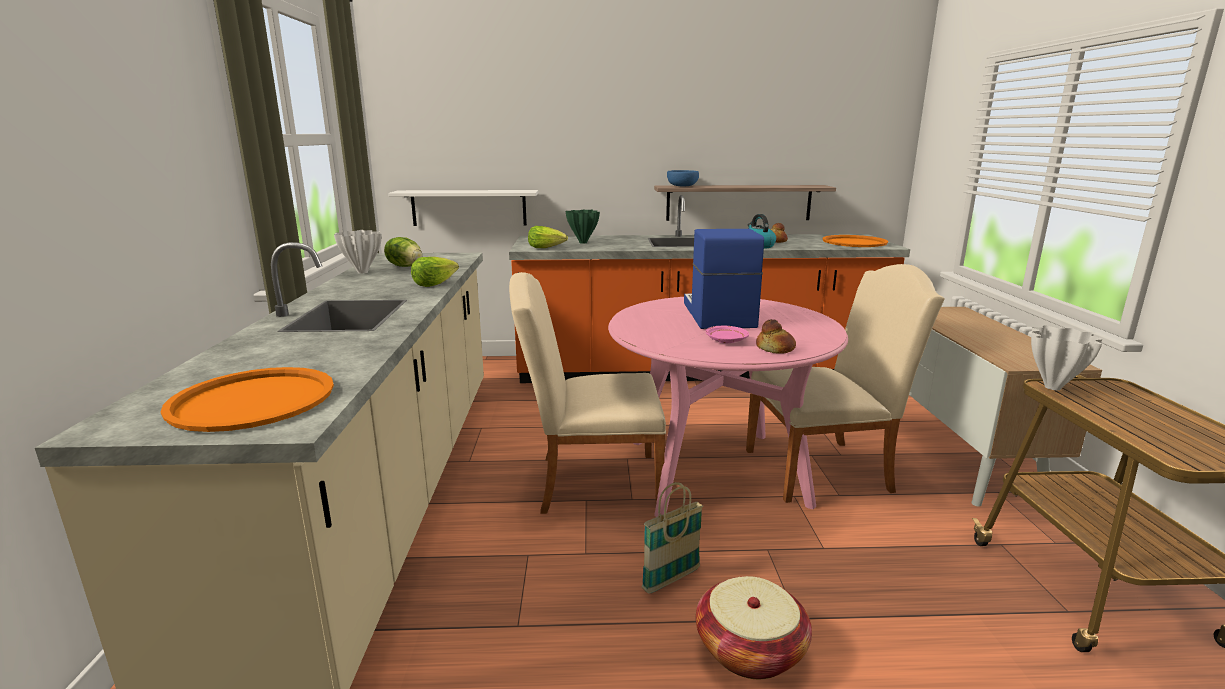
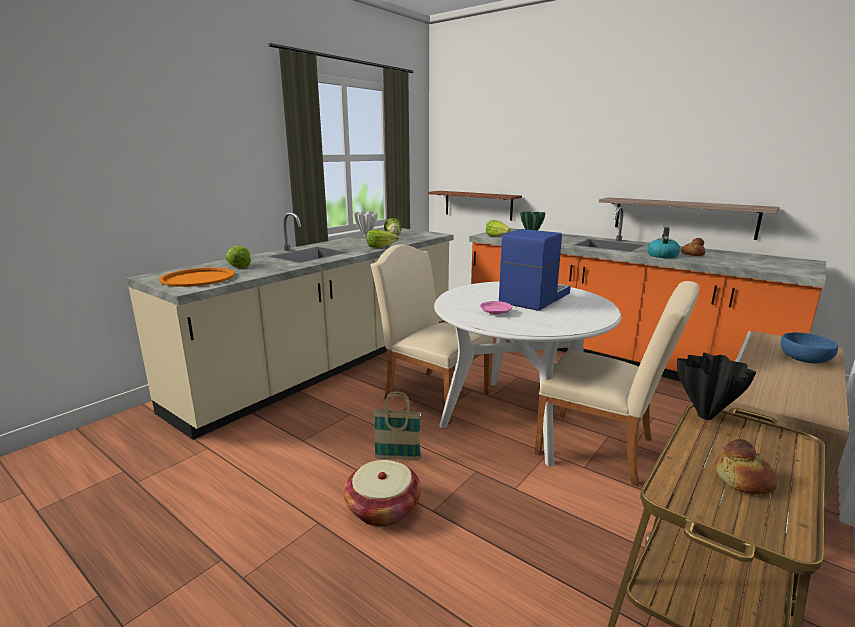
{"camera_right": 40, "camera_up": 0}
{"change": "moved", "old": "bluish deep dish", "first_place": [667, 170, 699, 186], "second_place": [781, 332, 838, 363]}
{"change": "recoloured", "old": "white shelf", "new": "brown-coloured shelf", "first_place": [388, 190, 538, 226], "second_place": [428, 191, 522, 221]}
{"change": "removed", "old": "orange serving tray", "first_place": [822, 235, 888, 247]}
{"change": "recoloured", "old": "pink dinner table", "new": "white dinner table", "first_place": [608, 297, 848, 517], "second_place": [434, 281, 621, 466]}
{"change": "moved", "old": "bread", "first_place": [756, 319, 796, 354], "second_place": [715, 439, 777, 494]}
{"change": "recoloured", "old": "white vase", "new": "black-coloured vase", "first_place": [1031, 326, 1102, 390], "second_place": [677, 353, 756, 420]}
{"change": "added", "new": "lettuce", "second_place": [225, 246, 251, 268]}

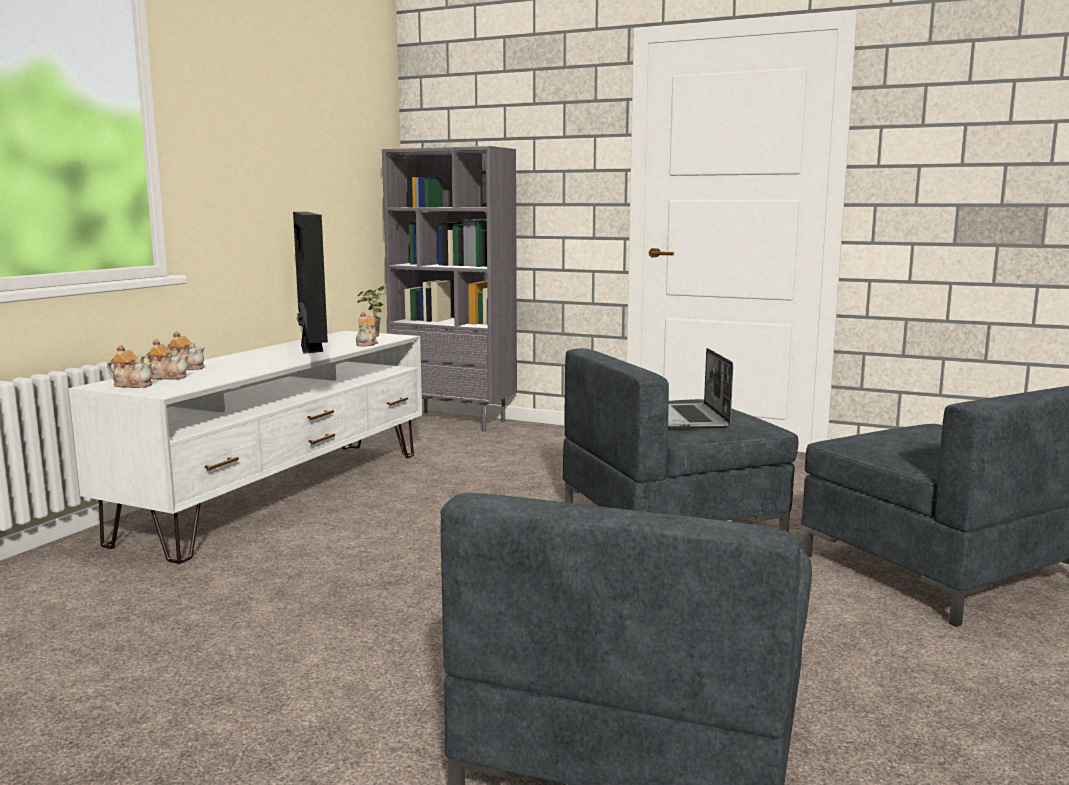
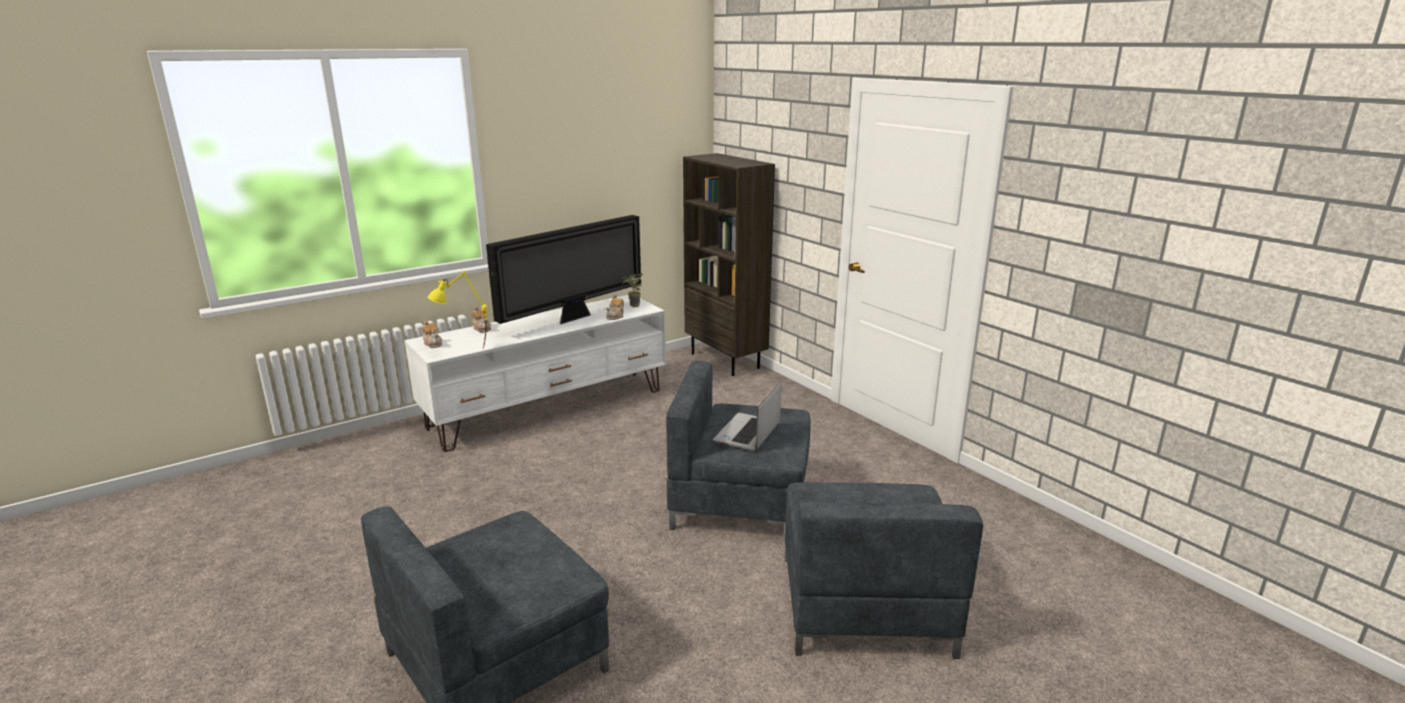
{"camera_right": 30, "camera_up": 10}
{"change": "recoloured", "old": "gray bookshelf", "new": "brown-coloured bookshelf", "first_place": [382, 146, 517, 431], "second_place": [683, 153, 775, 376]}
{"change": "turned", "old": "TV", "first_place": [293, 212, 328, 354], "second_place": [486, 215, 641, 324], "degrees": -150}
{"change": "removed", "old": "teapot", "first_place": [140, 339, 189, 380]}
{"change": "added", "new": "yellowish table lamp", "second_place": [427, 271, 488, 349]}

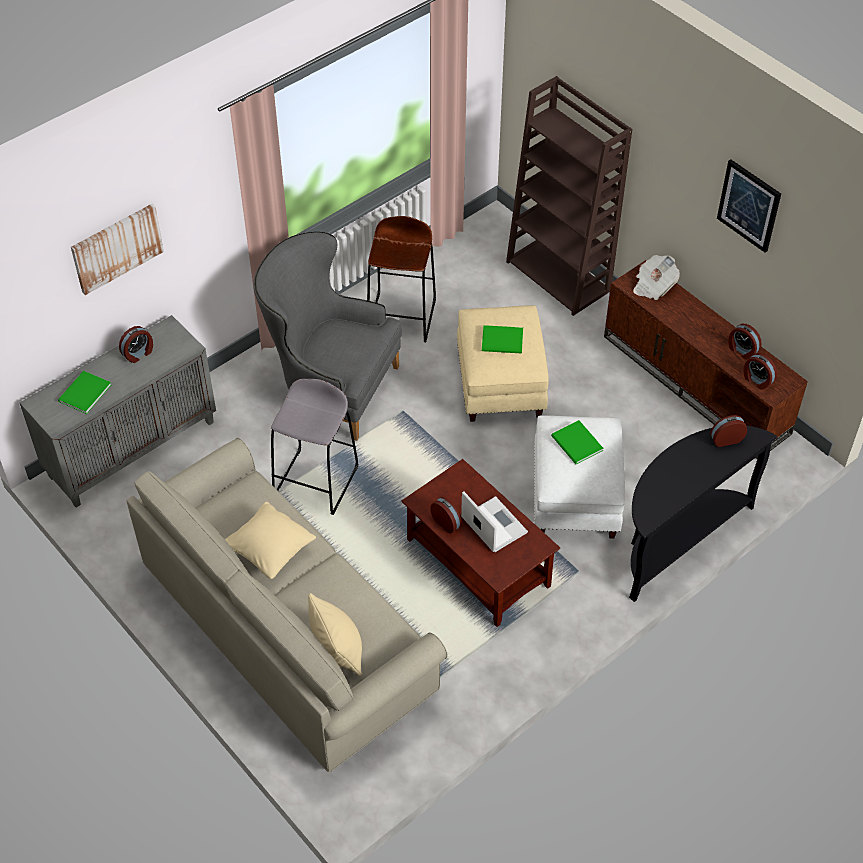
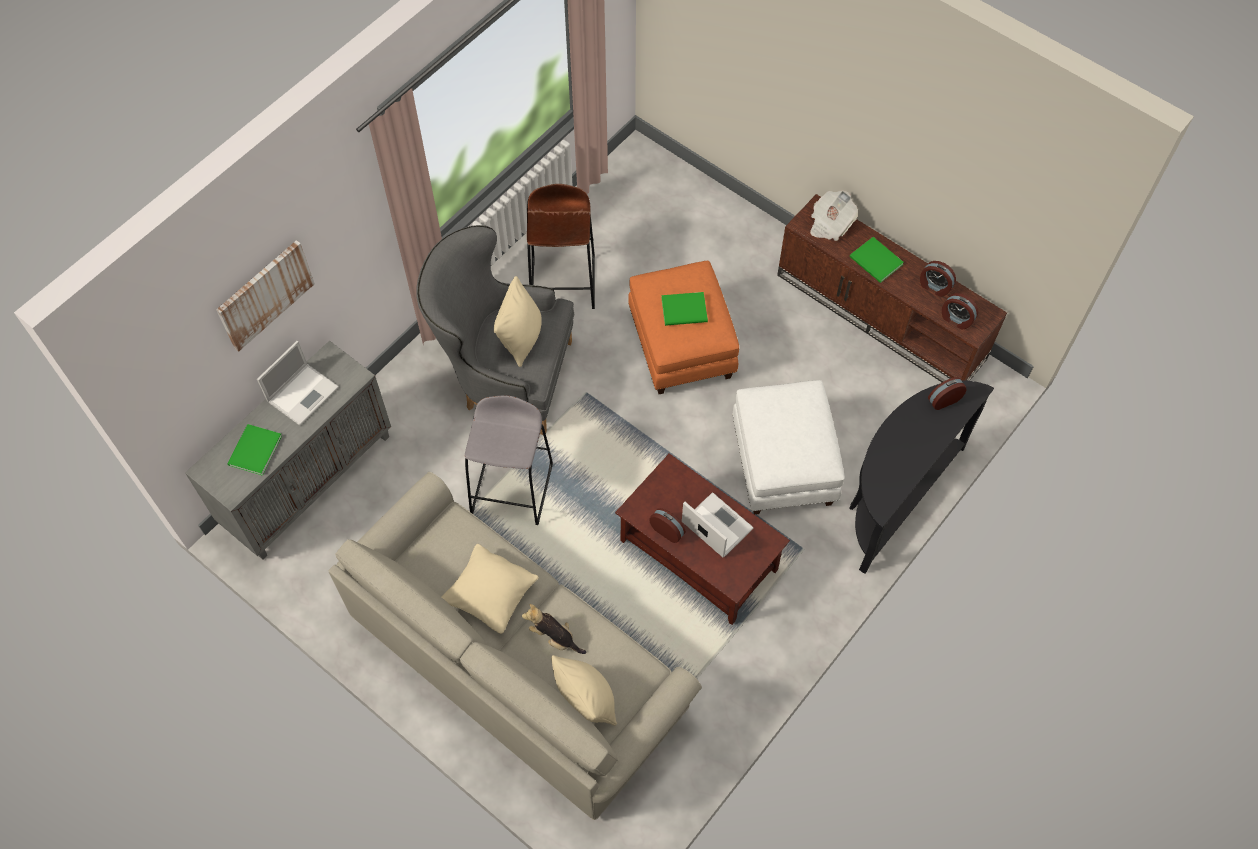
{"camera_right": -10, "camera_up": 10}
{"change": "removed", "old": "brown-coloured bookshelf", "first_place": [506, 76, 632, 316]}
{"change": "removed", "old": "wall picture", "first_place": [717, 159, 781, 253]}
{"change": "recoloured", "old": "sand-coloured footrest", "new": "orange footrest", "first_place": [457, 305, 549, 422], "second_place": [628, 261, 739, 394]}
{"change": "replaced", "old": "bedside clock", "new": "laptop", "first_place": [119, 326, 153, 363], "second_place": [257, 341, 339, 426]}
{"change": "moved", "old": "green bound book", "first_place": [551, 420, 603, 464], "second_place": [850, 237, 904, 283]}
{"change": "added", "new": "sand-coloured throw pillow", "second_place": [494, 276, 542, 367]}
{"change": "added", "new": "soft toy", "second_place": [522, 604, 586, 654]}

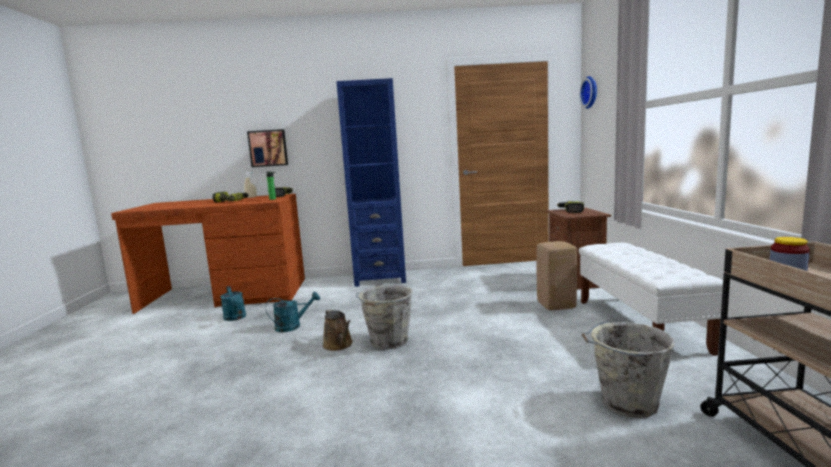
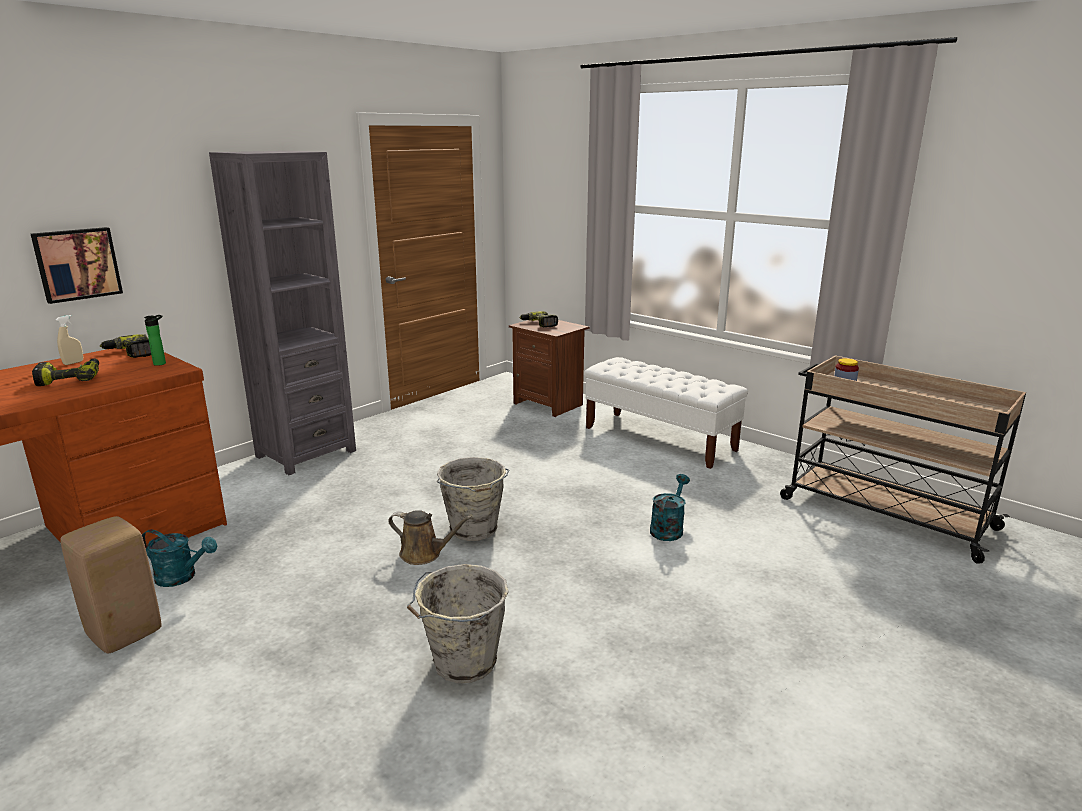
{"camera_right": -45, "camera_up": 10}
{"change": "removed", "old": "hanging clock", "first_place": [580, 76, 597, 109]}
{"change": "recoloured", "old": "bluish bookshelf", "new": "gray bookshelf", "first_place": [336, 78, 406, 287], "second_place": [209, 151, 356, 475]}
{"change": "moved", "old": "sand-coloured stool seat", "first_place": [537, 241, 577, 310], "second_place": [61, 516, 161, 654]}
{"change": "moved", "old": "turquoise watering can", "first_place": [266, 292, 320, 332], "second_place": [650, 474, 690, 541]}
{"change": "moved", "old": "gray bucket", "first_place": [582, 321, 676, 418], "second_place": [407, 564, 508, 683]}

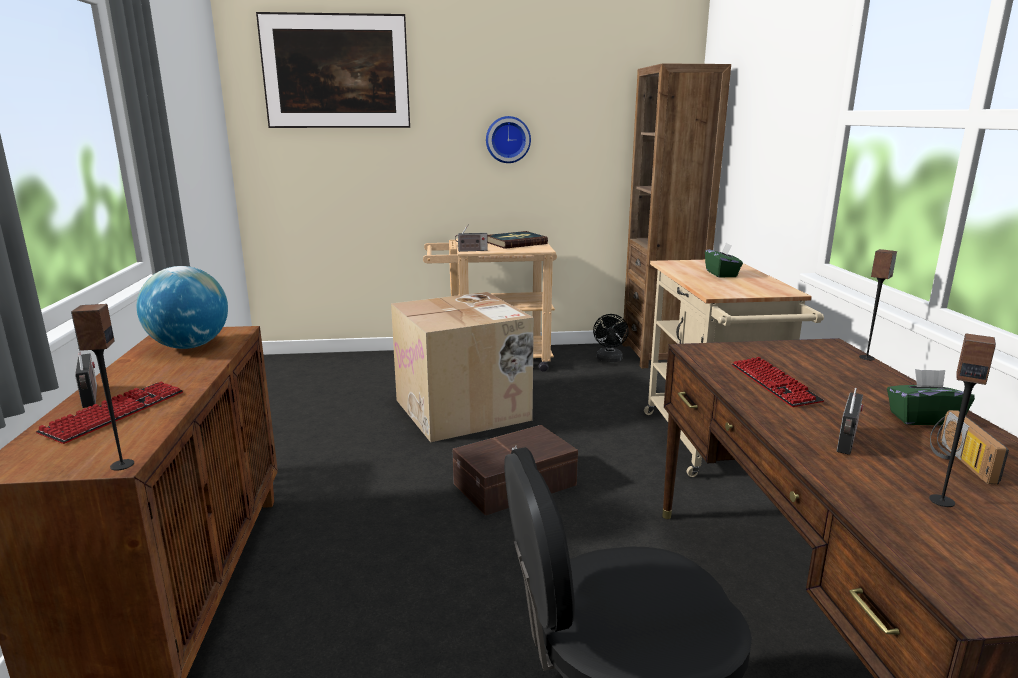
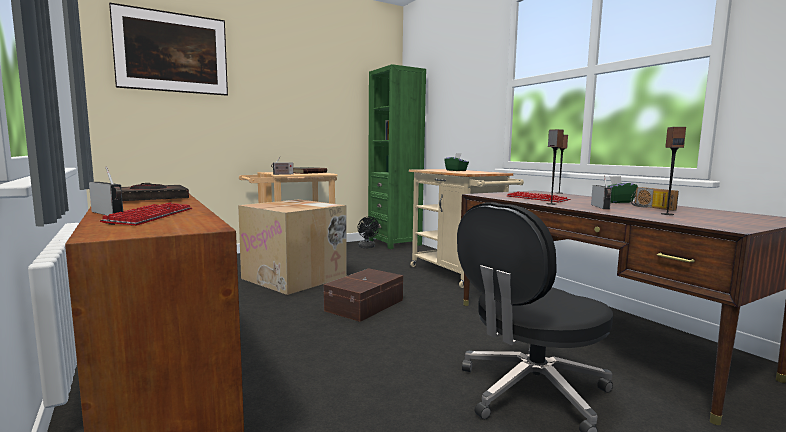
{"camera_right": -25, "camera_up": -10}
{"change": "recoloured", "old": "brown-coloured bookshelf", "new": "green bookshelf", "first_place": [622, 63, 731, 368], "second_place": [368, 64, 426, 249]}
{"change": "removed", "old": "hanging clock", "first_place": [486, 116, 531, 163]}
{"change": "replaced", "old": "desk globe", "new": "black-coloured bound book", "first_place": [137, 266, 228, 349], "second_place": [121, 183, 189, 201]}
{"change": "moved", "old": "audio speaker", "first_place": [71, 304, 134, 470], "second_place": [546, 129, 564, 205]}

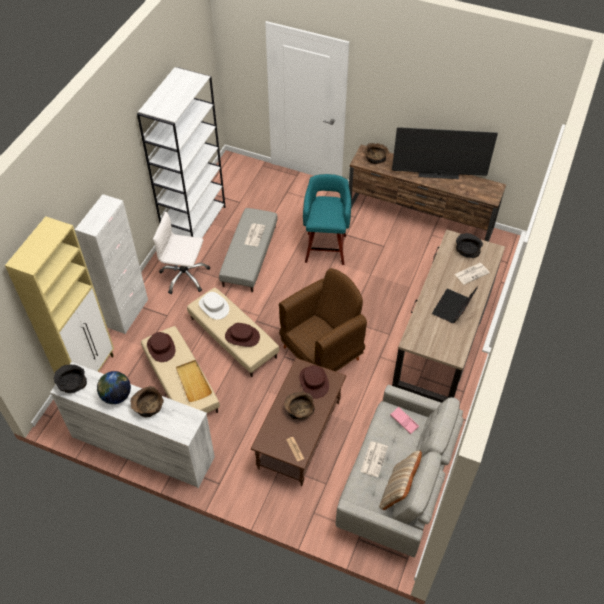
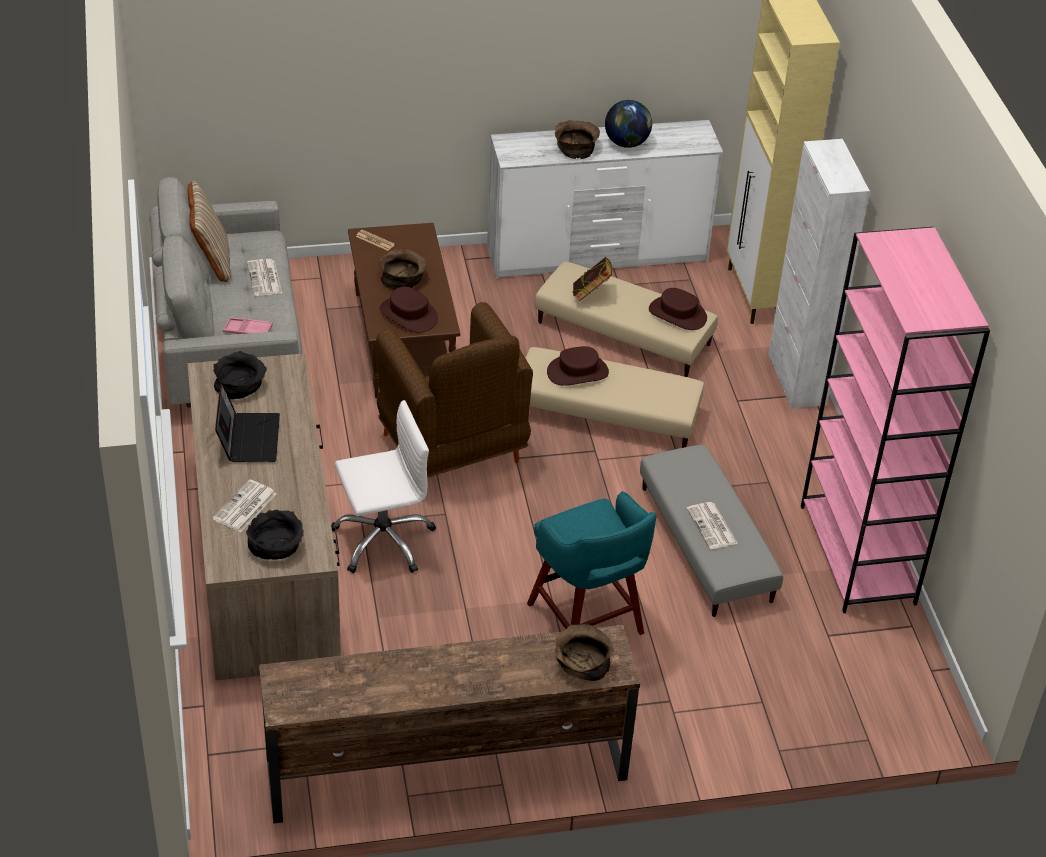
{"camera_right": 145, "camera_up": -10}
{"change": "recoloured", "old": "white bookshelf", "new": "pink bookshelf", "first_place": [137, 67, 226, 238], "second_place": [801, 227, 990, 613]}
{"change": "removed", "old": "TV", "first_place": [392, 127, 498, 179]}
{"change": "moved", "old": "white office chair", "first_place": [153, 212, 210, 294], "second_place": [331, 400, 436, 573]}
{"change": "turned", "old": "brown-coloured easy chair", "first_place": [279, 268, 367, 372], "second_place": [376, 302, 533, 478], "degrees": -45}
{"change": "removed", "old": "white hat", "first_place": [199, 292, 229, 320]}
{"change": "replaced", "old": "sand-coloured serving tray", "new": "bound book", "first_place": [176, 360, 212, 402], "second_place": [572, 257, 613, 302]}
{"change": "moved", "old": "black-coloured deep dish", "first_place": [54, 365, 87, 393], "second_place": [213, 351, 267, 399]}

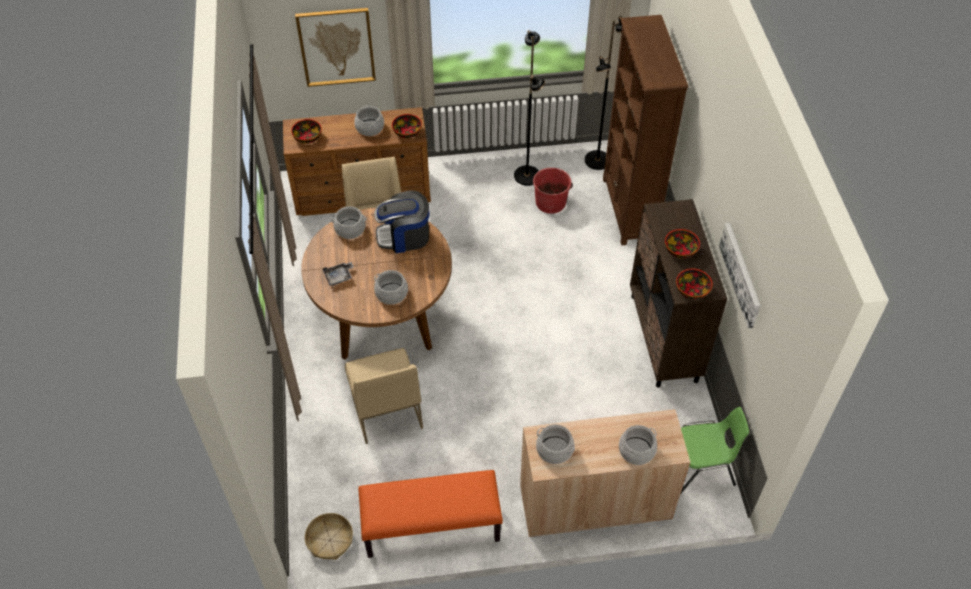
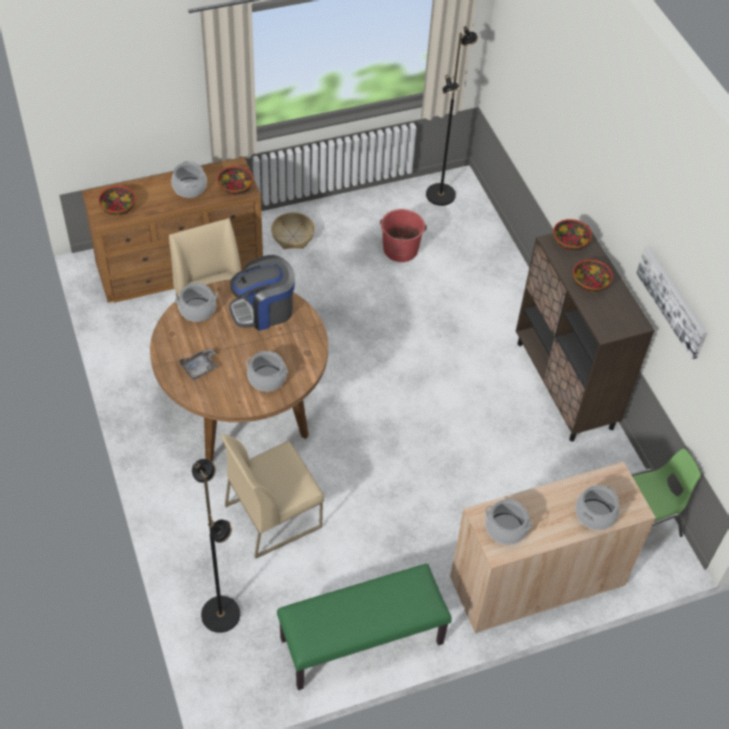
{"camera_right": -15, "camera_up": 0}
{"change": "removed", "old": "wall picture", "first_place": [295, 8, 376, 87]}
{"change": "removed", "old": "brown-coloured bookshelf", "first_place": [603, 15, 688, 245]}
{"change": "moved", "old": "black-coloured floor lamp", "first_place": [514, 30, 545, 186], "second_place": [192, 459, 240, 633]}
{"change": "moved", "old": "deep dish", "first_place": [676, 269, 713, 299], "second_place": [553, 219, 592, 251]}
{"change": "turned", "old": "sand-coloured chair", "first_place": [345, 348, 423, 444], "second_place": [221, 434, 324, 559], "degrees": 90}
{"change": "recoloured", "old": "orange indoor bench", "new": "green indoor bench", "first_place": [358, 470, 503, 558], "second_place": [277, 564, 452, 690]}
{"change": "moved", "old": "storage basket", "first_place": [305, 513, 353, 560], "second_place": [271, 212, 315, 249]}

